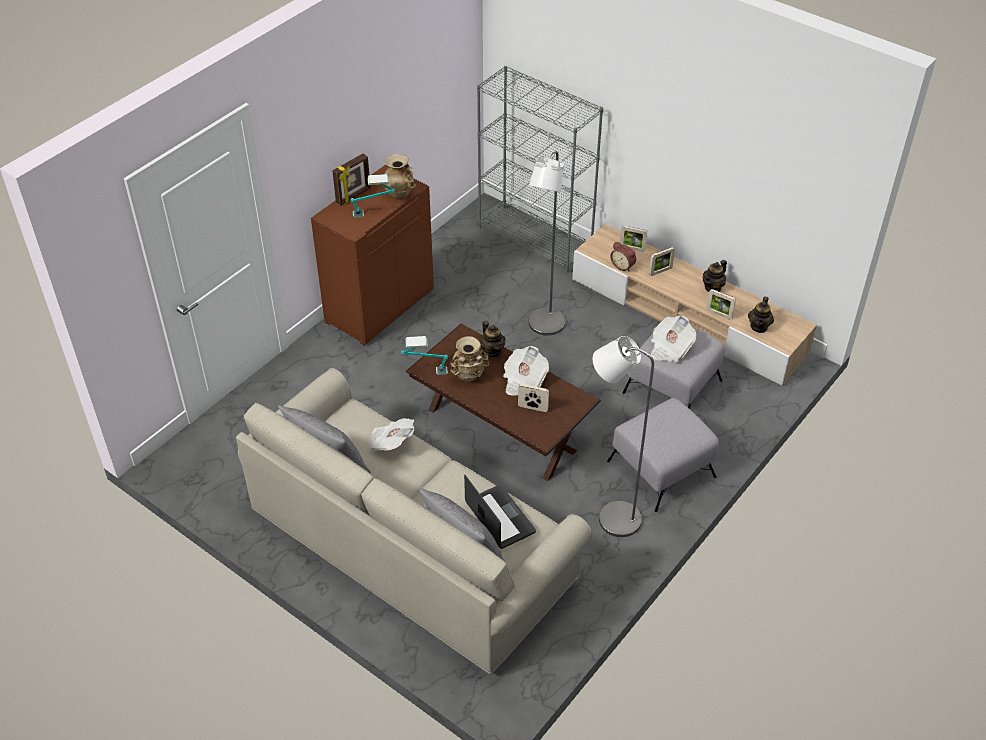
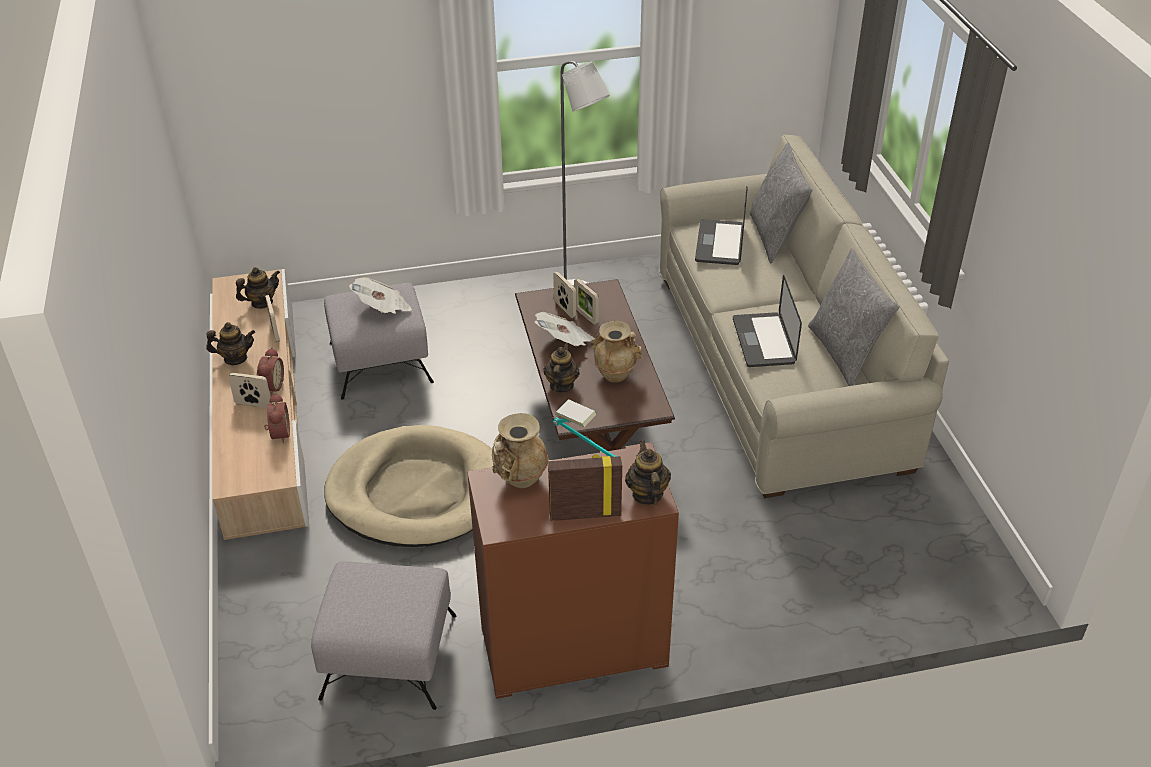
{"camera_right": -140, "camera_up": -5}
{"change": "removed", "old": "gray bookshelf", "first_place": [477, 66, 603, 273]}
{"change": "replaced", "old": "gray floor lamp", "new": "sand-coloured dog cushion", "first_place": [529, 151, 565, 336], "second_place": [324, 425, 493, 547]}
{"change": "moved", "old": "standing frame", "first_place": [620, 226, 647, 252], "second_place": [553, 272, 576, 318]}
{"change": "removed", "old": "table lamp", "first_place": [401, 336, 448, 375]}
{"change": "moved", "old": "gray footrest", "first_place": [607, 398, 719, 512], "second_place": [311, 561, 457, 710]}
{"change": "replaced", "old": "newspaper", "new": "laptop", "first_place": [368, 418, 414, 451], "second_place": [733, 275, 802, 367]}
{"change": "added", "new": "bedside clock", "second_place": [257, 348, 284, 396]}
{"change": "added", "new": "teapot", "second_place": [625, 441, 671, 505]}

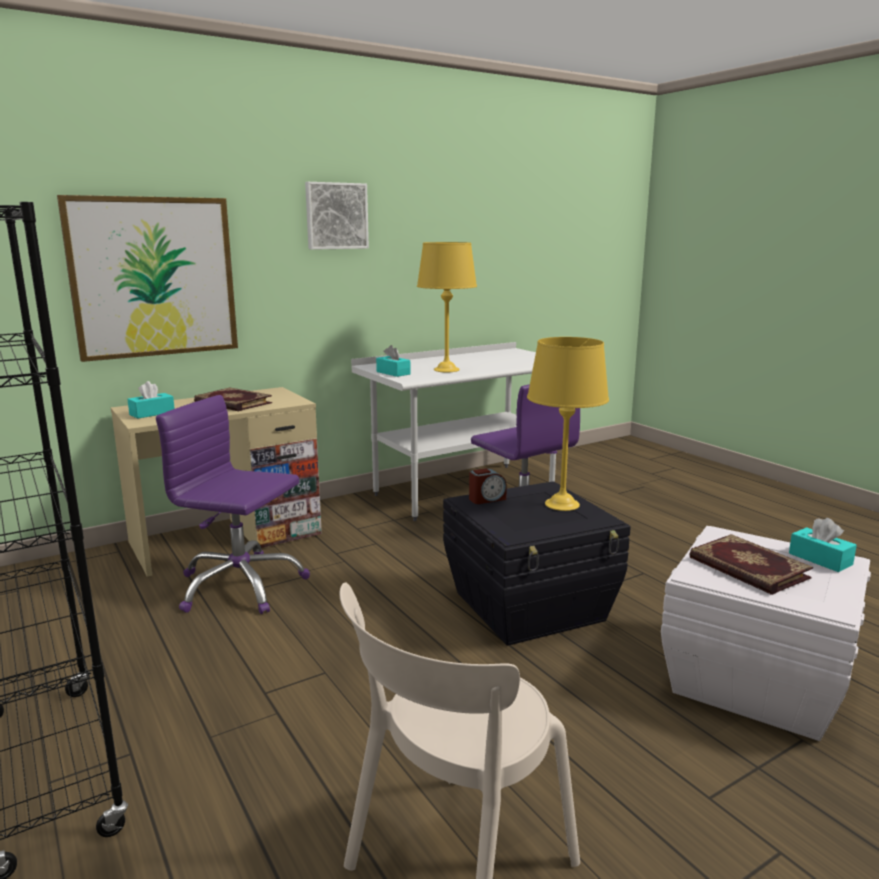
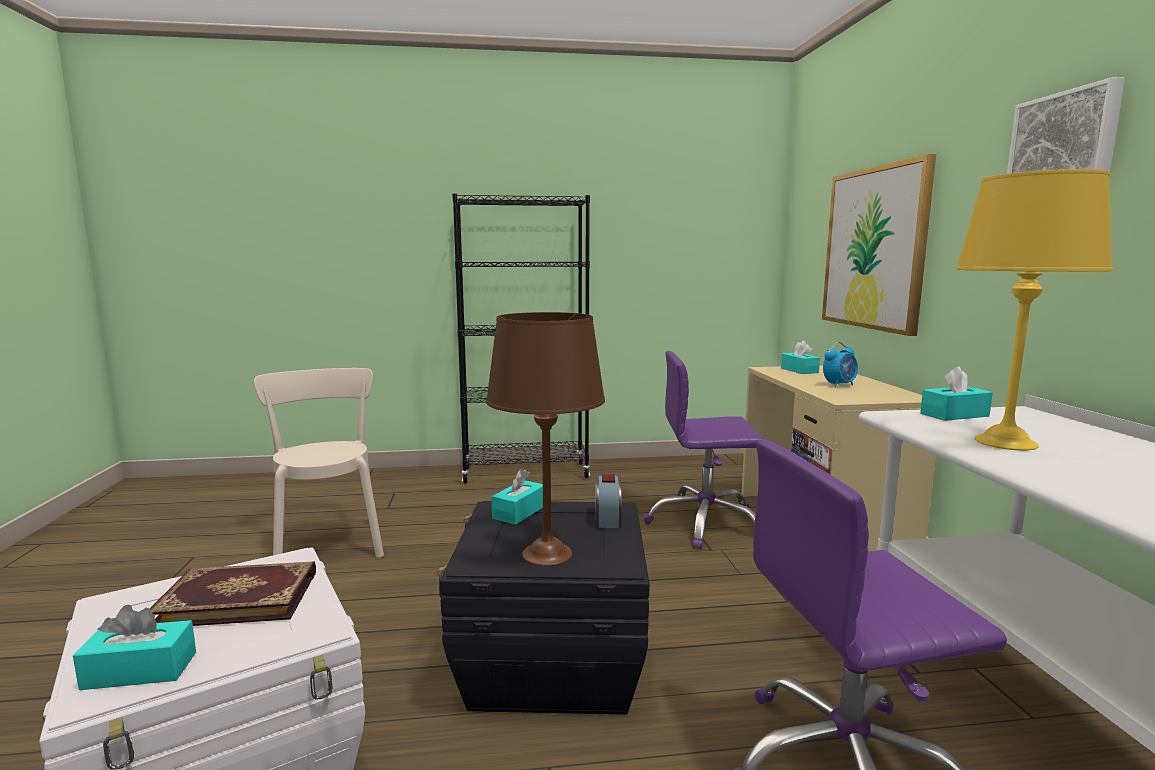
{"camera_right": 115, "camera_up": -5}
{"change": "recoloured", "old": "yellowish table lamp", "new": "brown-coloured table lamp", "first_place": [527, 337, 609, 511], "second_place": [486, 312, 605, 566]}
{"change": "replaced", "old": "bound book", "new": "bedside clock", "first_place": [194, 387, 272, 411], "second_place": [823, 342, 858, 388]}
{"change": "turned", "old": "purplish office chair", "first_place": [156, 395, 310, 614], "second_place": [643, 351, 764, 549], "degrees": -135}
{"change": "added", "new": "turquoise tissue box", "second_place": [492, 469, 543, 525]}

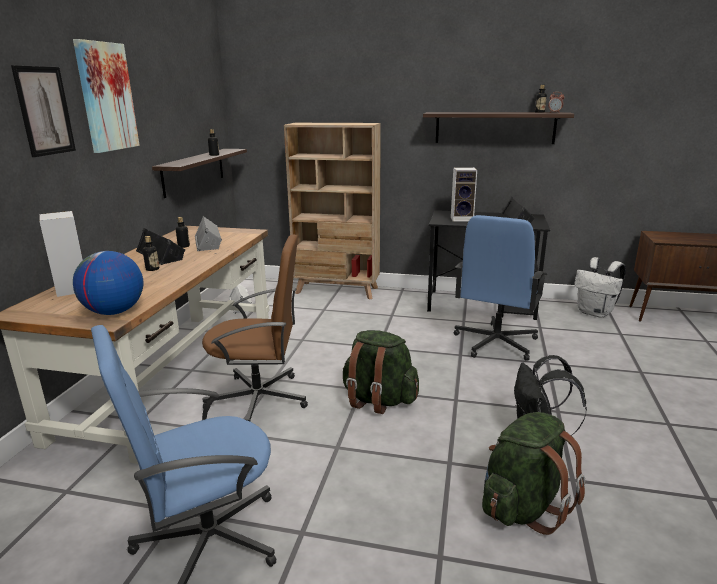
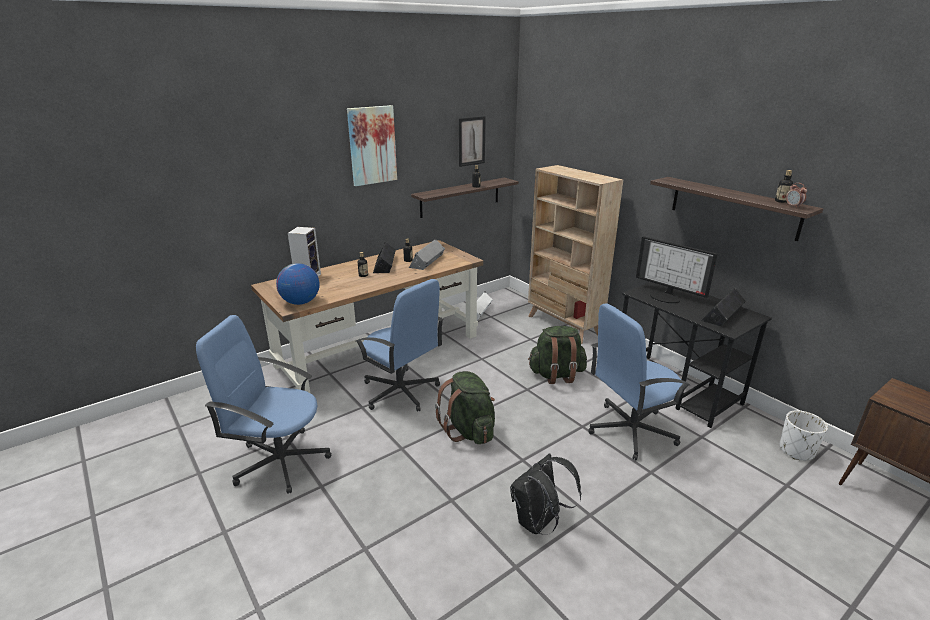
{"camera_right": 40, "camera_up": 5}
{"change": "moved", "old": "wall picture", "first_place": [11, 65, 76, 157], "second_place": [459, 116, 486, 167]}
{"change": "replaced", "old": "audio speaker", "new": "computer display", "first_place": [451, 167, 477, 222], "second_place": [636, 236, 718, 303]}
{"change": "recoloured", "old": "brown-coloured office chair", "new": "bluish office chair", "first_place": [202, 234, 308, 422], "second_place": [355, 279, 444, 412]}
{"change": "replaced", "old": "white knapsack", "new": "white planter", "first_place": [574, 257, 626, 317], "second_place": [779, 410, 828, 460]}
{"change": "moved", "old": "green knapsack", "first_place": [482, 412, 585, 535], "second_place": [528, 326, 587, 384]}

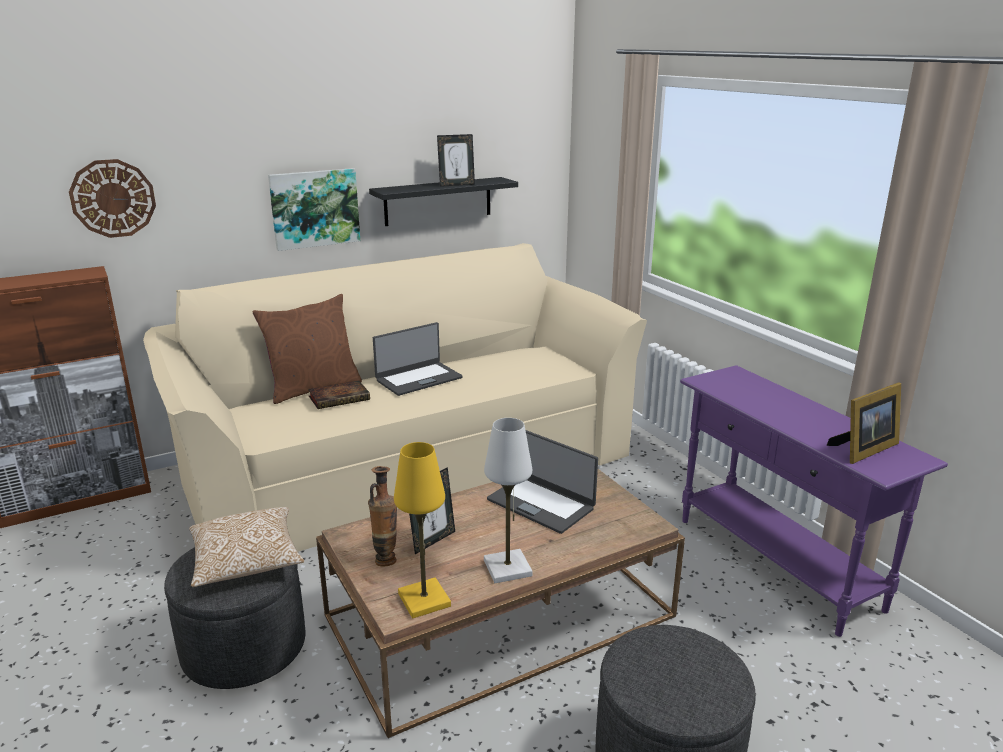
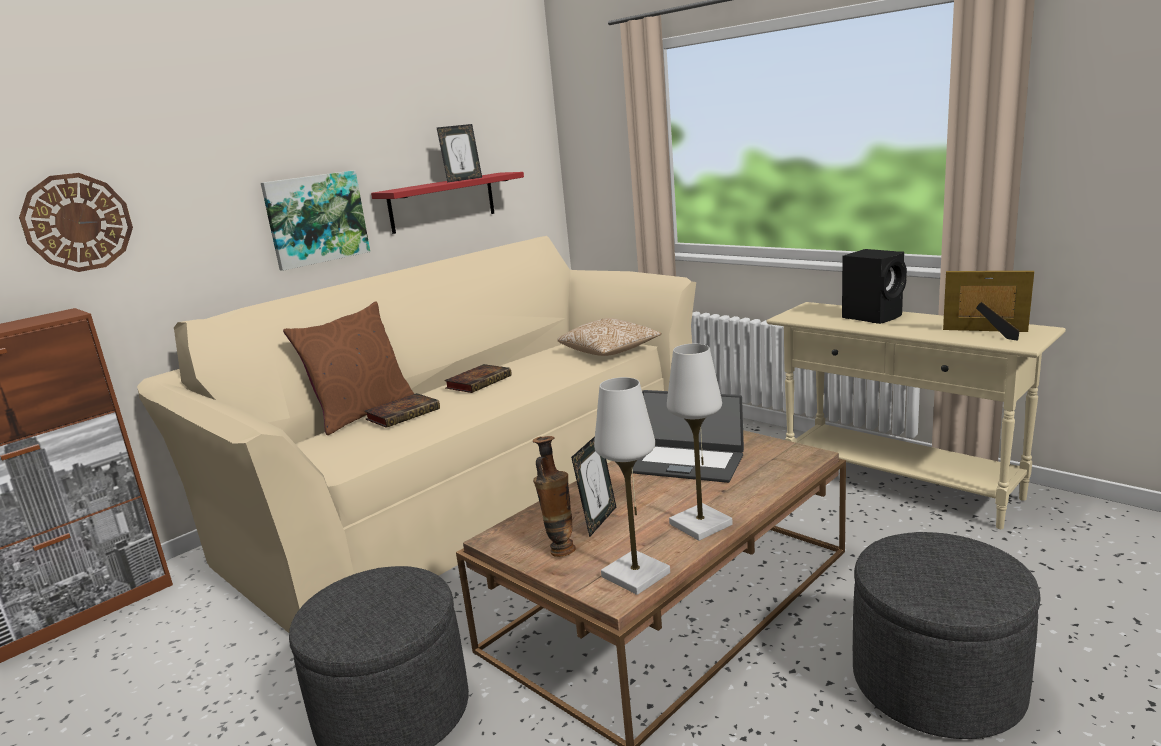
{"camera_right": -15, "camera_up": -5}
{"change": "recoloured", "old": "black-coloured shelf", "new": "red-coloured shelf", "first_place": [369, 177, 518, 226], "second_place": [371, 172, 524, 234]}
{"change": "replaced", "old": "laptop", "new": "bound book", "first_place": [373, 322, 463, 396], "second_place": [444, 364, 512, 393]}
{"change": "recoloured", "old": "purplish console table", "new": "sand-coloured console table", "first_place": [680, 365, 948, 637], "second_place": [766, 302, 1066, 529]}
{"change": "turned", "old": "standing frame", "first_place": [827, 382, 901, 464], "second_place": [943, 271, 1034, 341], "degrees": -105}
{"change": "recoloured", "old": "yellowish table lamp", "new": "white table lamp", "first_place": [394, 442, 451, 618], "second_place": [594, 377, 670, 595]}
{"change": "moved", "old": "throw pillow", "first_place": [189, 507, 304, 587], "second_place": [557, 318, 662, 356]}
{"change": "added", "new": "black-coloured audio speaker", "second_place": [842, 249, 907, 324]}

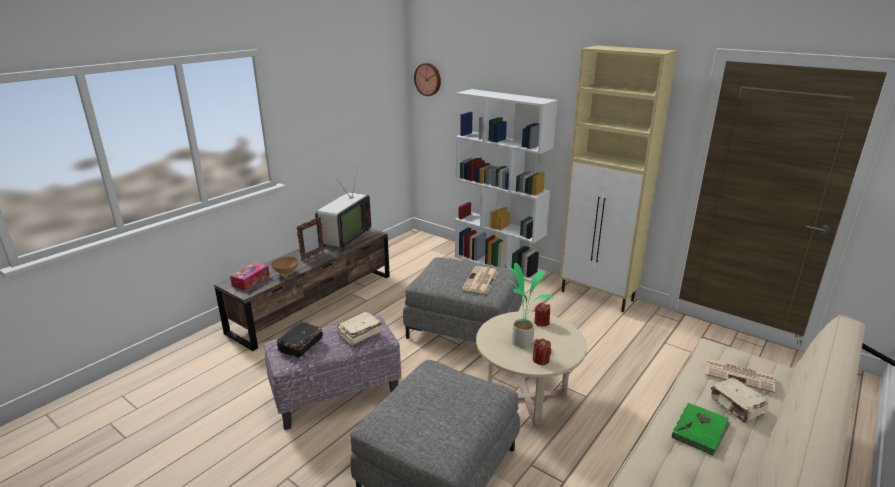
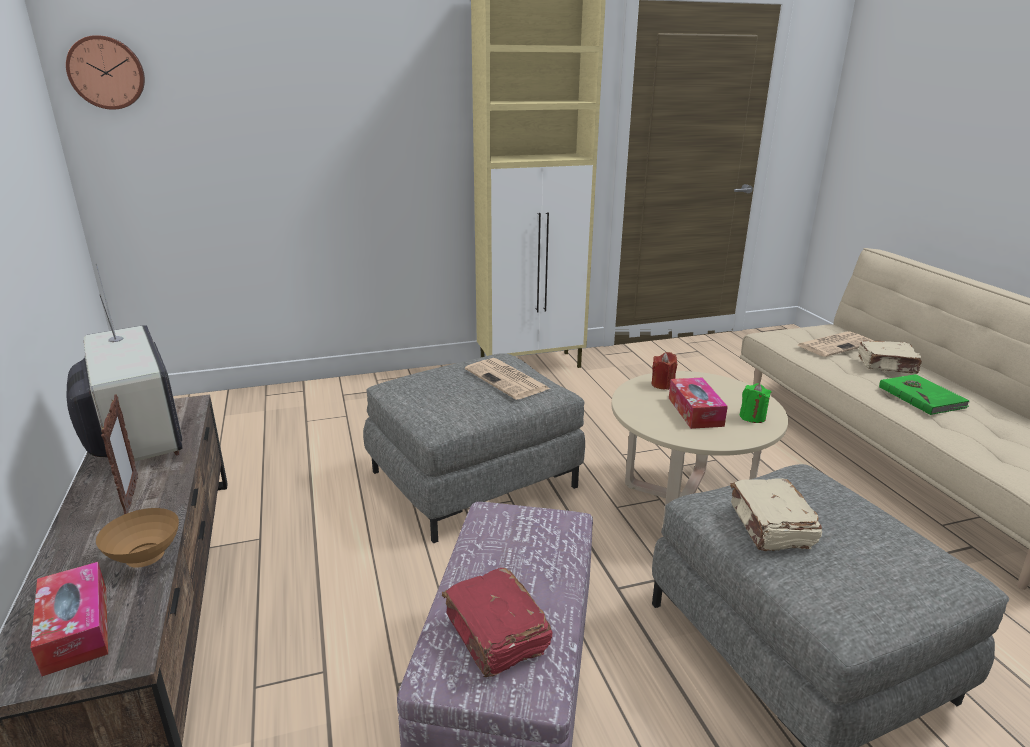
{"camera_right": -55, "camera_up": 0}
{"change": "removed", "old": "white bookshelf", "first_place": [455, 89, 558, 282]}
{"change": "replaced", "old": "plant in a pot", "new": "tissue box", "first_place": [505, 263, 553, 347], "second_place": [669, 377, 728, 429]}
{"change": "moved", "old": "sand-coloured bound book", "first_place": [337, 312, 382, 346], "second_place": [730, 478, 823, 551]}
{"change": "recoloured", "old": "black-coloured bound book", "new": "red-coloured bound book", "first_place": [277, 322, 323, 358], "second_place": [442, 568, 553, 677]}
{"change": "recoloured", "old": "red-coloured wax light", "new": "green wax light", "first_place": [533, 339, 551, 365], "second_place": [739, 384, 772, 423]}

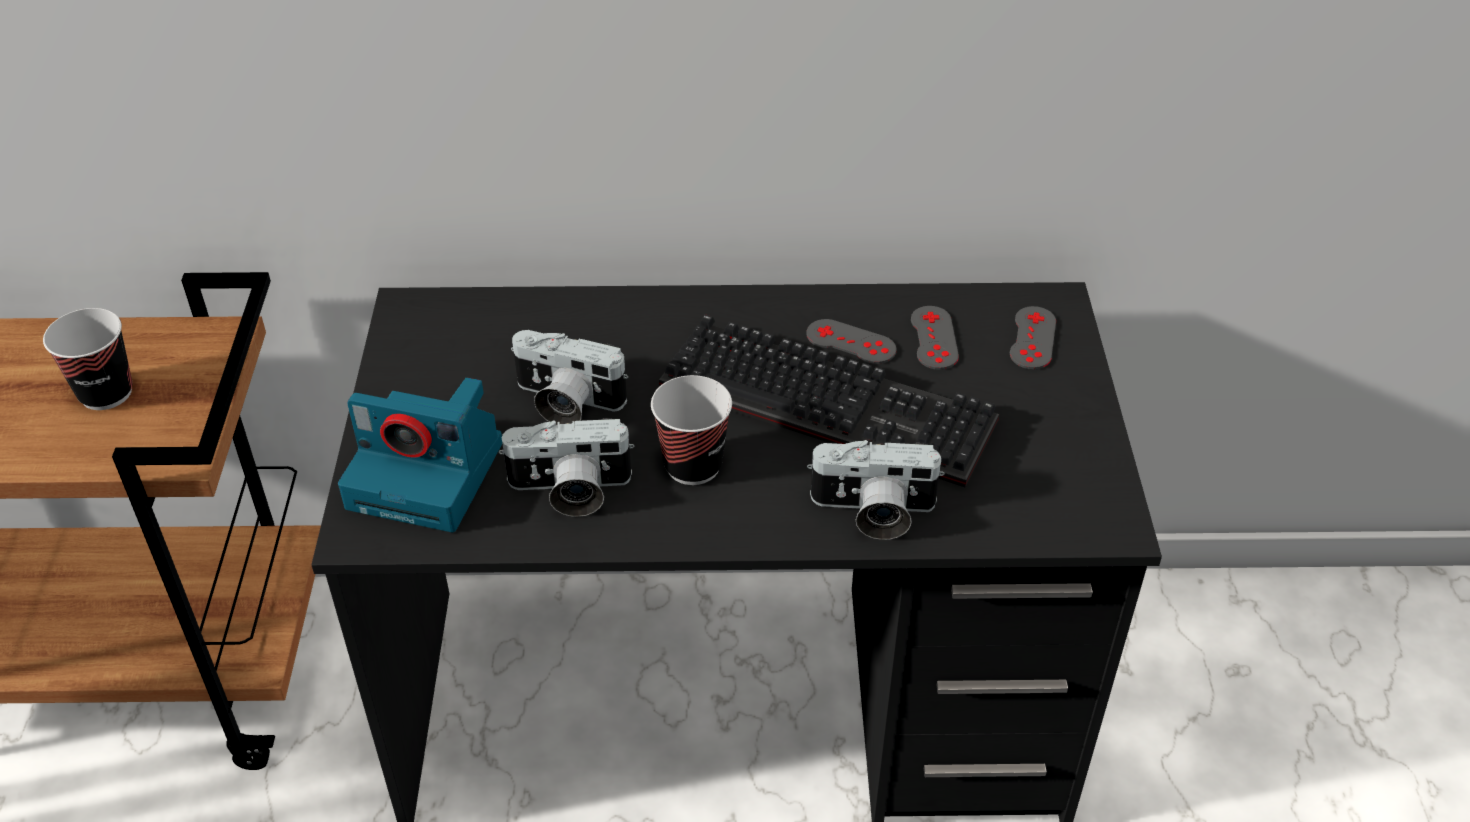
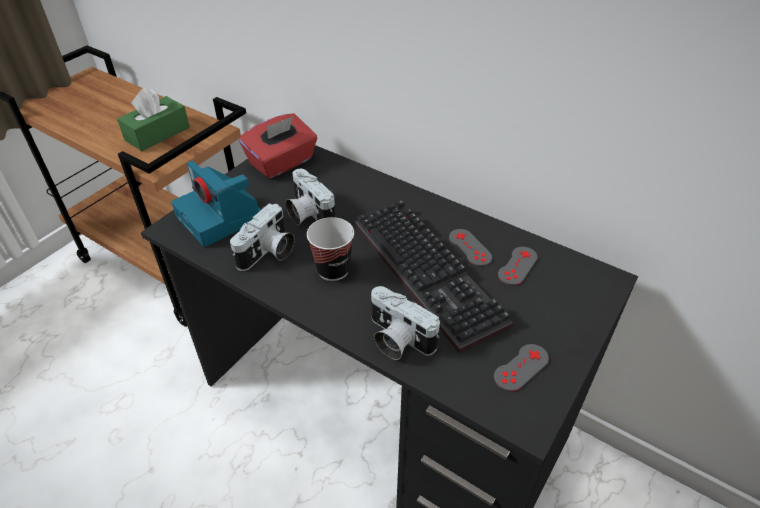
{"camera_right": 35, "camera_up": 0}
{"change": "moved", "old": "gray gamepad", "first_place": [1010, 306, 1056, 370], "second_place": [494, 344, 549, 391]}
{"change": "replaced", "old": "small cup", "new": "green tissue box", "first_place": [43, 308, 133, 410], "second_place": [117, 88, 190, 151]}
{"change": "turned", "old": "photo camera", "first_place": [499, 418, 634, 517], "second_place": [230, 203, 294, 271], "degrees": -90}
{"change": "added", "new": "red-coloured tissue box", "second_place": [239, 113, 318, 179]}

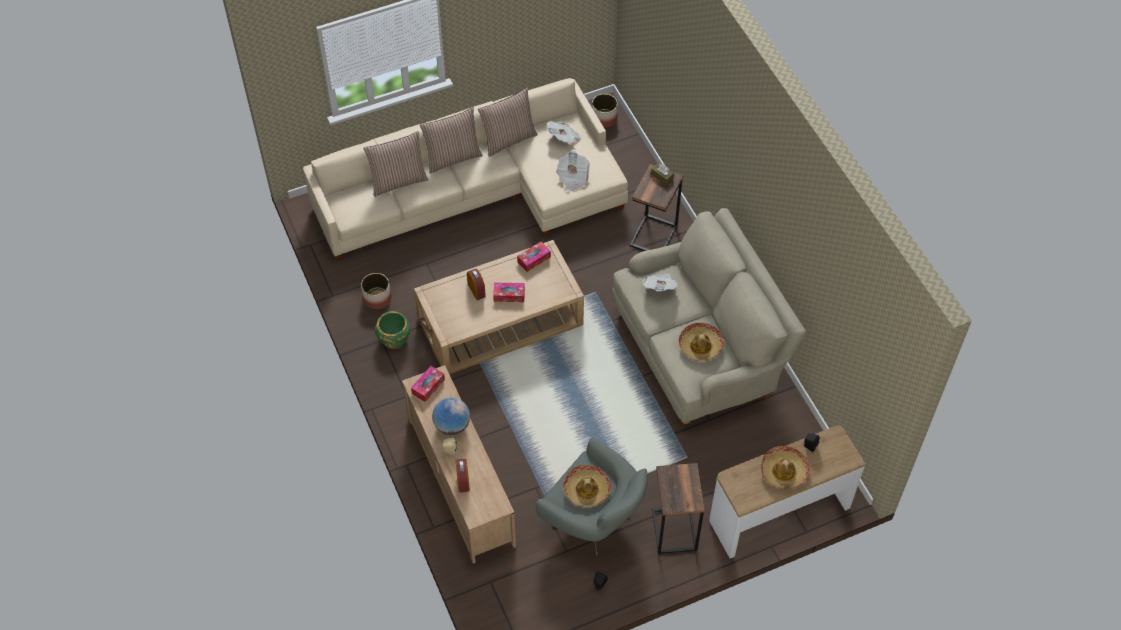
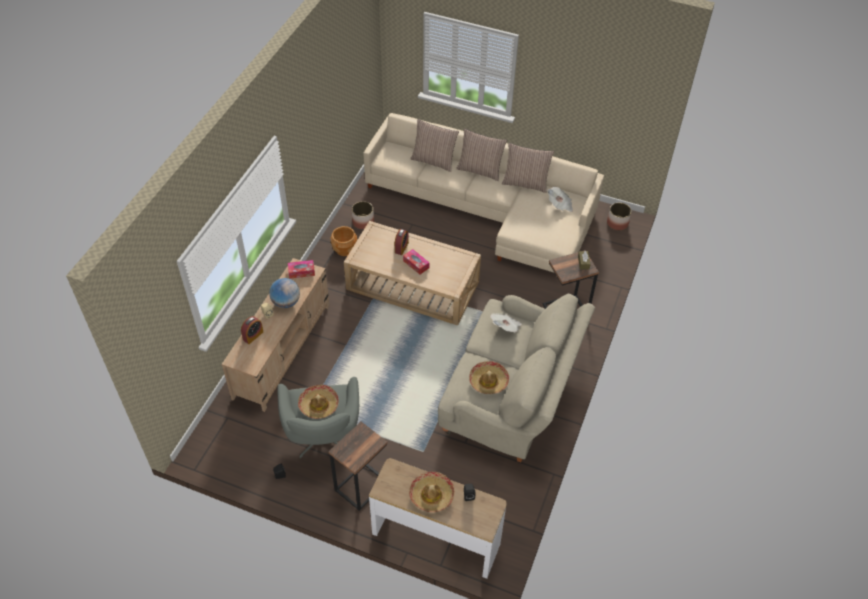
{"camera_right": 45, "camera_up": -5}
{"change": "removed", "old": "newspaper", "first_place": [556, 151, 590, 192]}
{"change": "removed", "old": "tissue box", "first_place": [517, 242, 551, 272]}
{"change": "recoloured", "old": "green planter", "new": "brown-coloured planter", "first_place": [375, 311, 410, 349], "second_place": [331, 226, 357, 256]}

